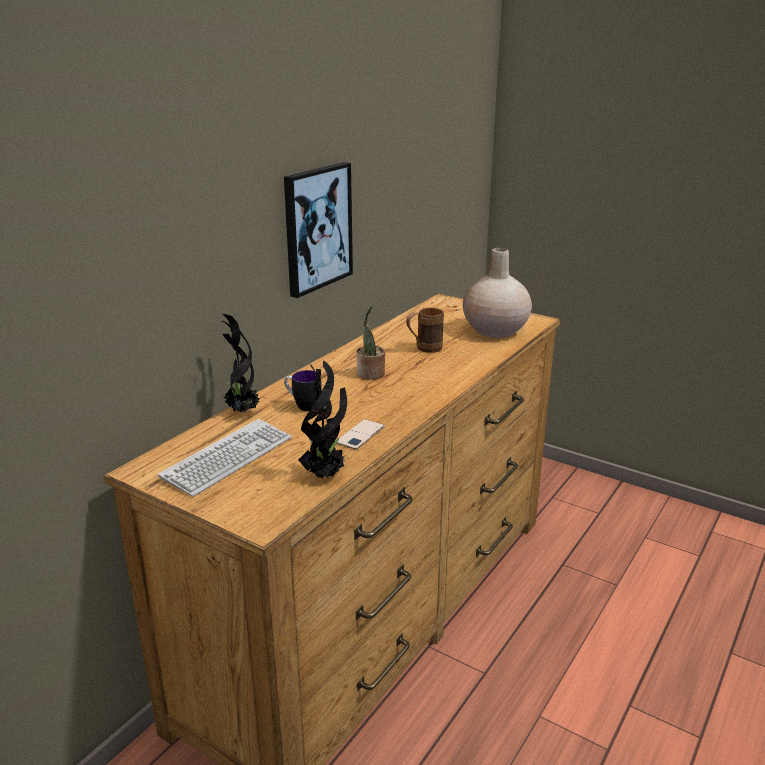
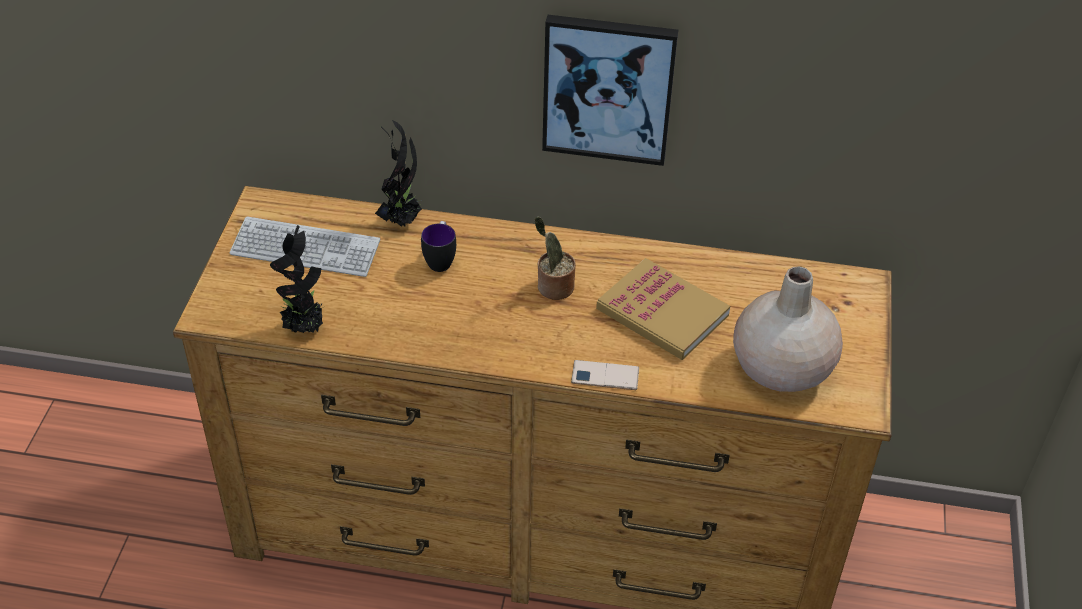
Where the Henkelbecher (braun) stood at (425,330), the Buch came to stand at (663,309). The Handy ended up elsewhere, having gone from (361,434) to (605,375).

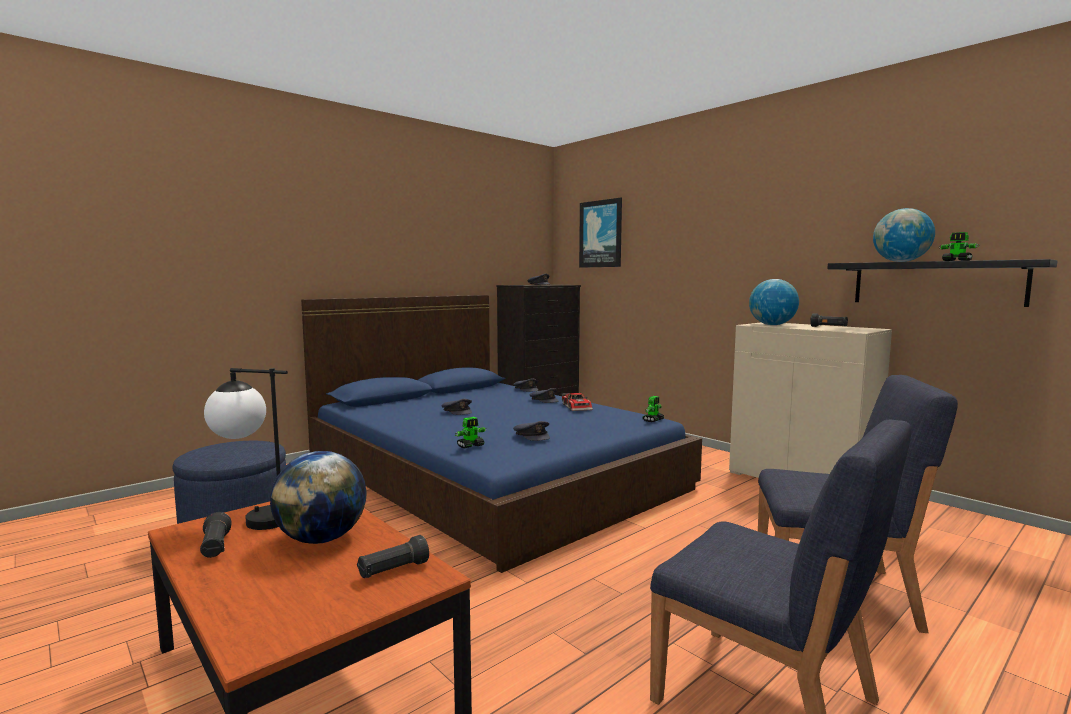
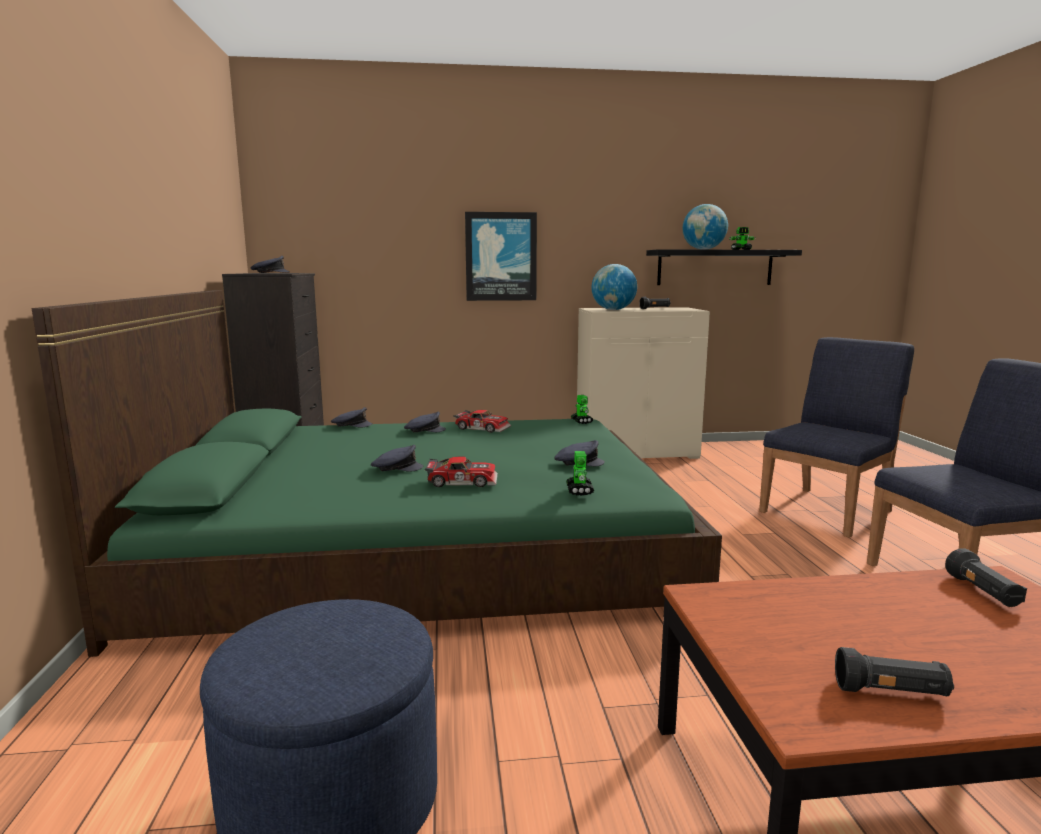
The Bild ended up elsewhere, having gone from (600,233) to (501,256). What was the Bett (blau) at (501,434) turned into the Bett (grün) at (377,473). The second view lost the Tischlampe at (246,449). The second view lost the Globus at (318,497). The second view gained the Spielzeugauto at (461,472).

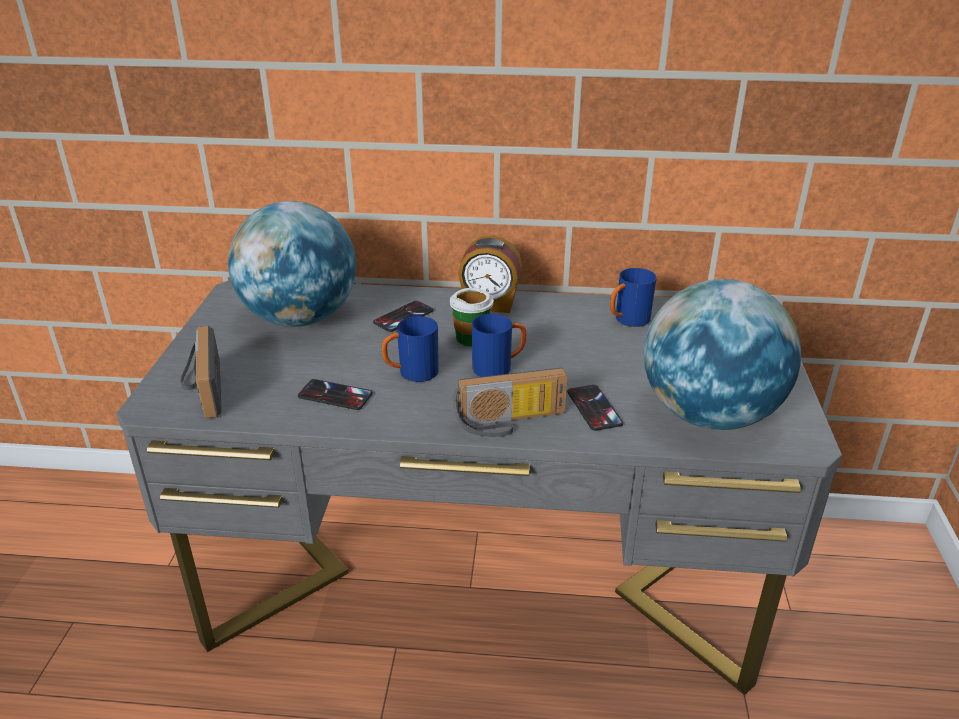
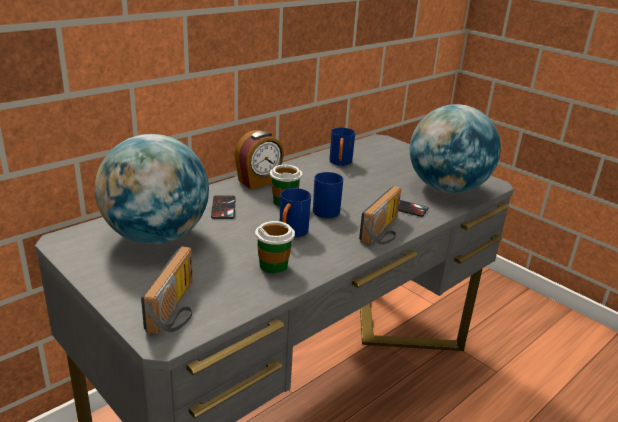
The Radio at (201,372) ended up facing another way, 105 degrees counterclockwise from before. Where the Handy stood at (335,394), the Tasse came to stand at (275,247).

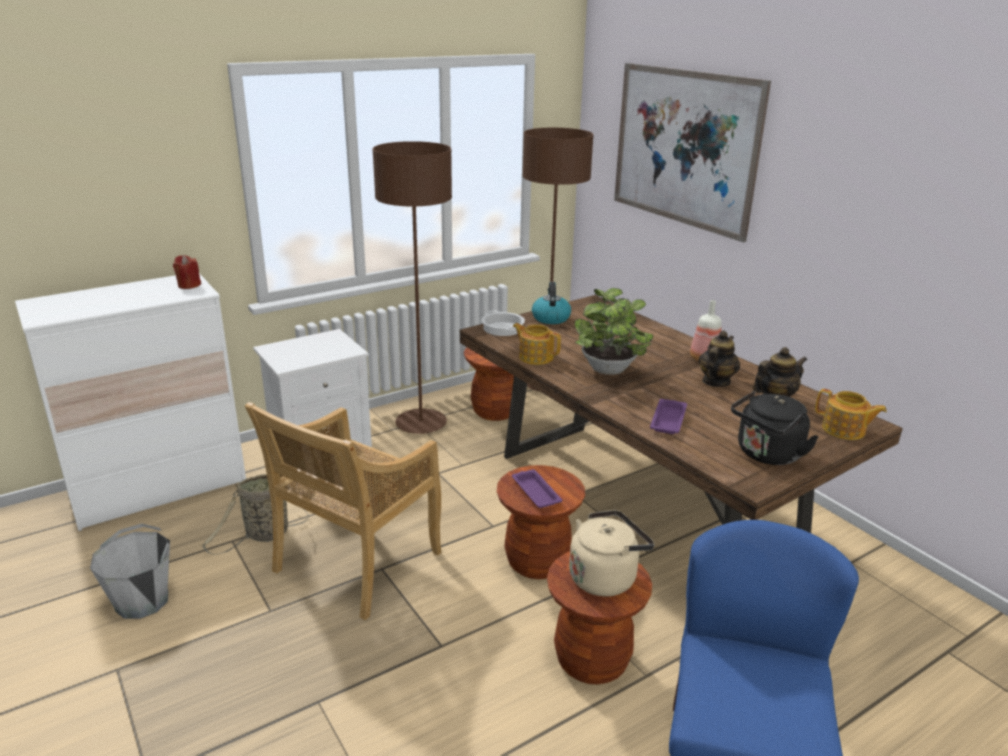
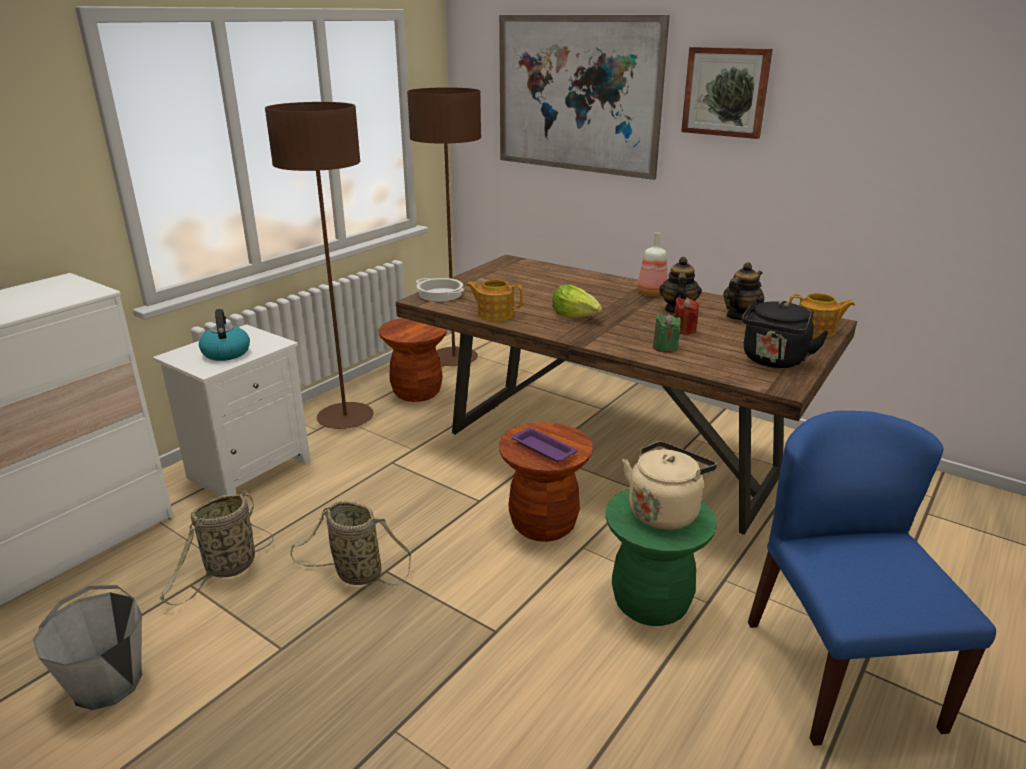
The Kerze (rot) ended up elsewhere, having gone from (187,272) to (686,316). The Wasserkessel ended up elsewhere, having gone from (551,303) to (224,335). Where the Topfpflanze stood at (613,331), the Salatkopf came to stand at (577,301). Where the Tablett (lila) stood at (668,416), the Kerze (grün) came to stand at (667,333). Where the Stuhl (beige) stood at (343,511), the Korb came to stand at (351,543). What was the Hocker (braun) at (599,618) turned into the Hocker (grün) at (661,557). The second view gained the Bild at (727,93).

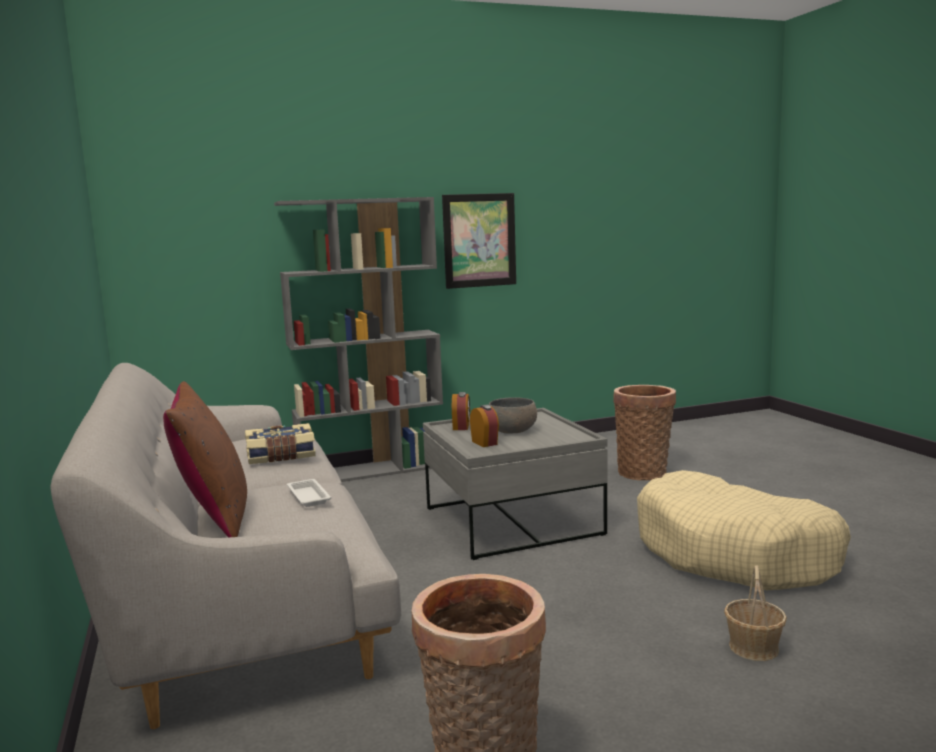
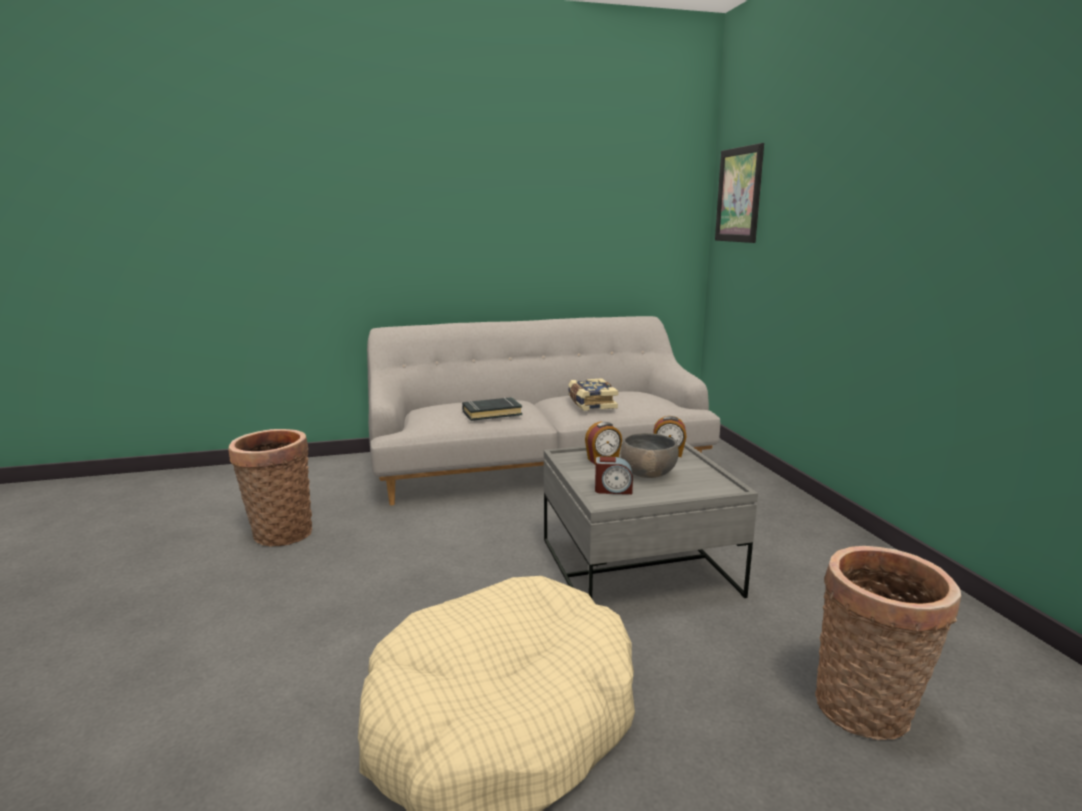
The Bild ended up elsewhere, having gone from (479,241) to (739,193). The second view lost the Bücherregal (grau) at (358,339). The second view lost the Kissen (braun) at (205,459). Where the Tablett (weiß) stood at (309,493), the Buch (schwarz) came to stand at (492,409). The second view lost the Korb at (755,613). The second view gained the Wecker at (614,475).

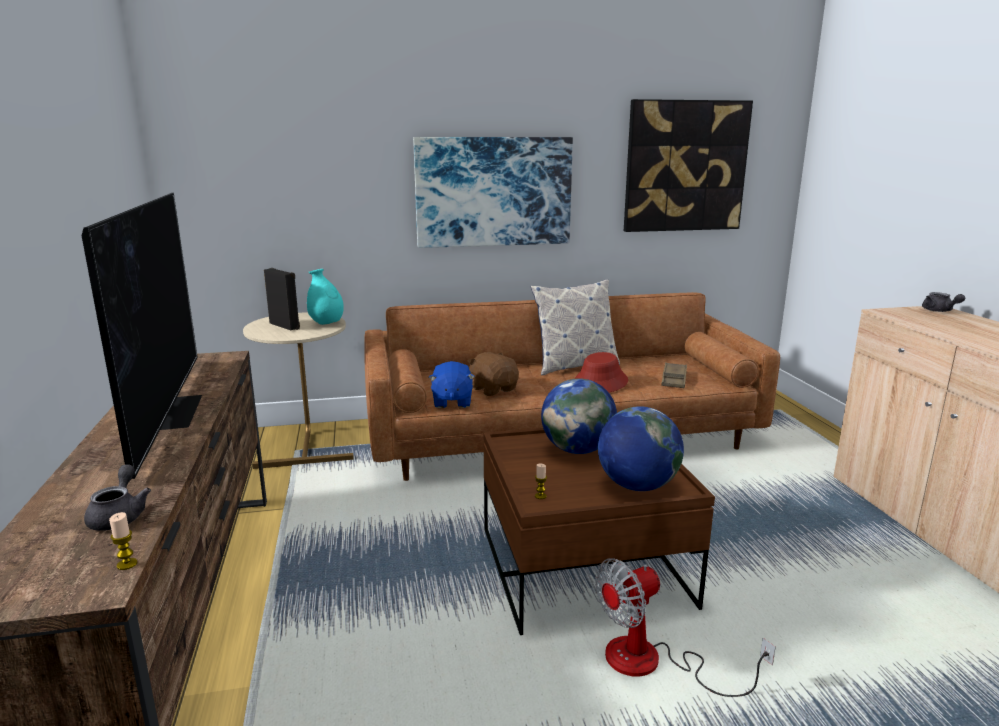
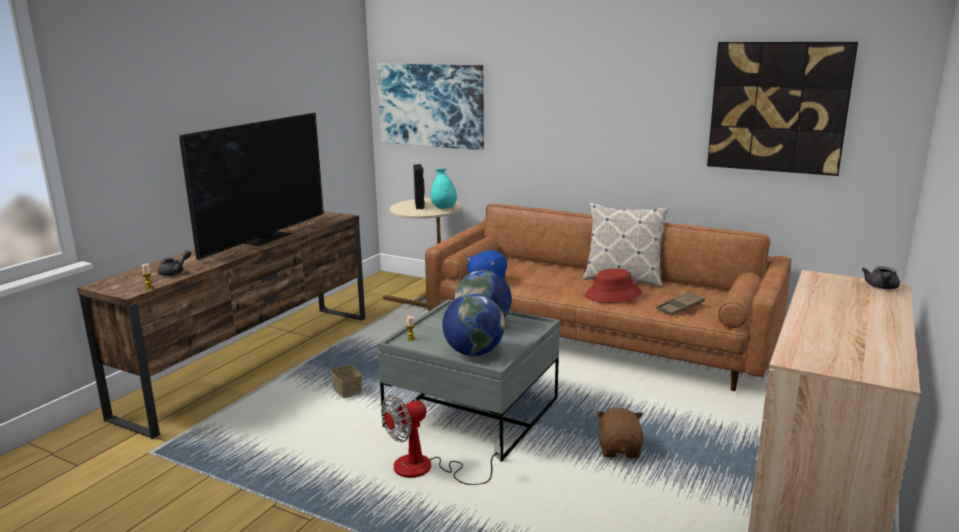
The Bild ended up elsewhere, having gone from (493,192) to (430,107). The Plüschtier (braun) ended up elsewhere, having gone from (493,374) to (620,433). What was the Couchtisch (braun) at (599,531) turned into the Couchtisch (grau) at (468,380). The Ventilator at (685,627) ended up facing another way, 45 degrees counterclockwise from before. The second view gained the Korb at (345,369).

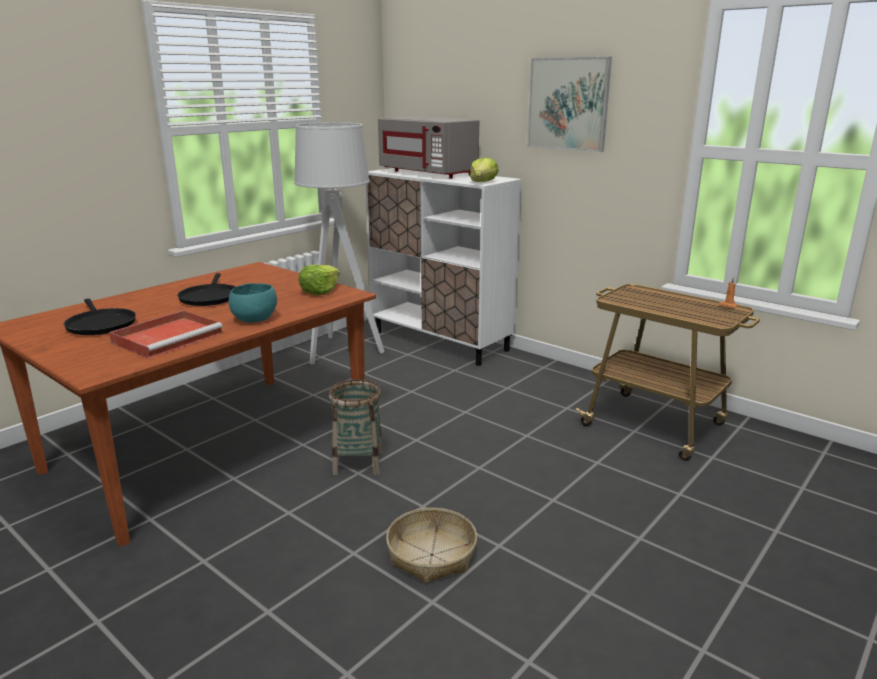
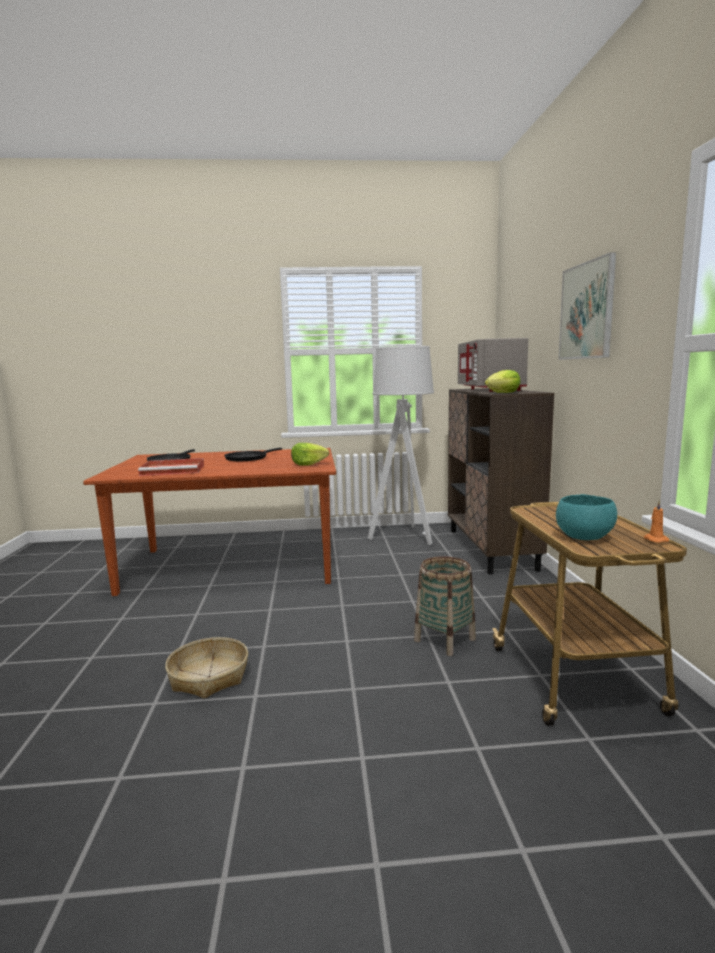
What was the Schrank (weiß) at (444,267) turned into the Schrank (braun) at (501,481). The Schüssel (türkis) ended up elsewhere, having gone from (253,303) to (586,517). The Korb ended up elsewhere, having gone from (356,427) to (445,606).

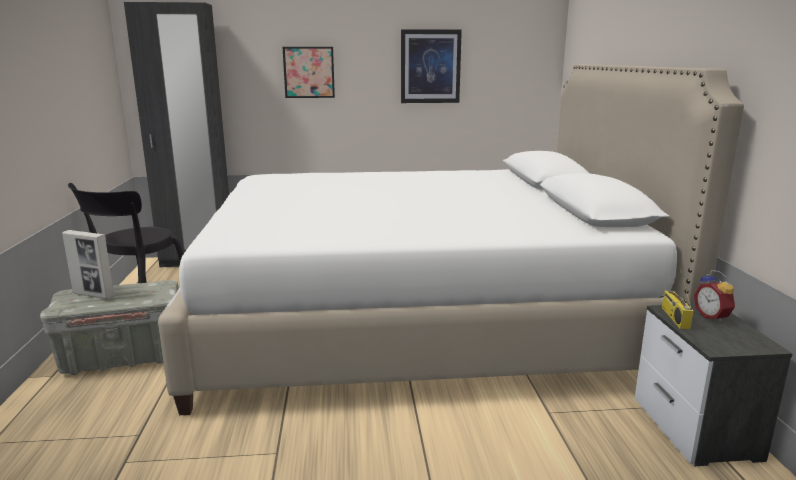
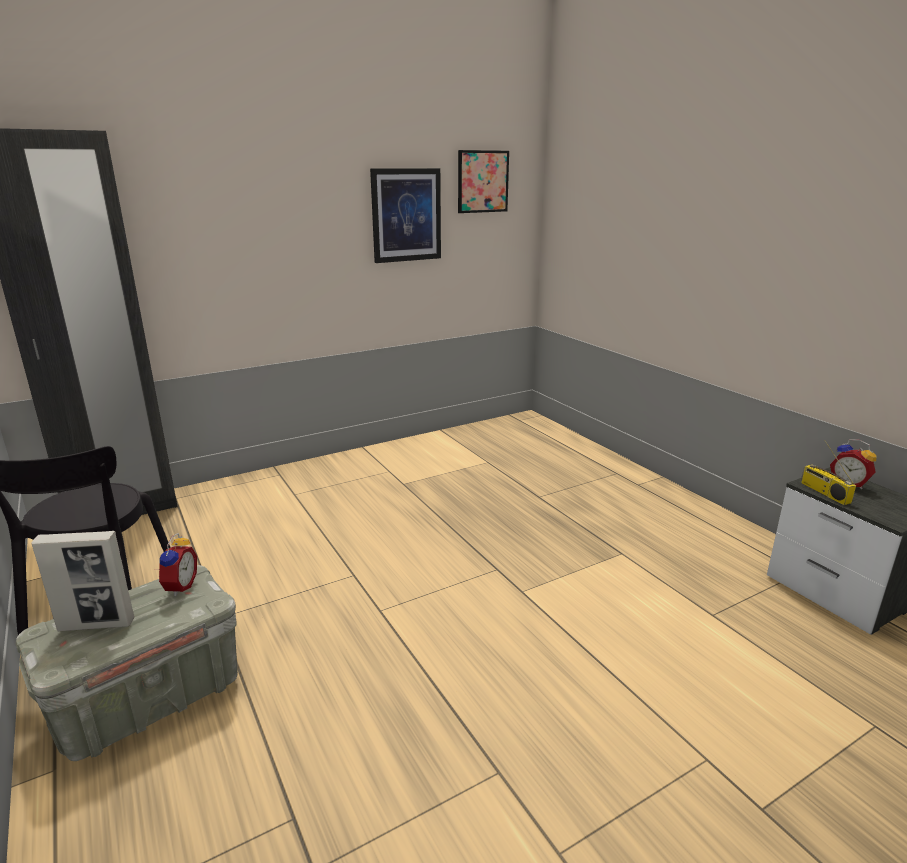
The Bild ended up elsewhere, having gone from (309,72) to (483,181). The second view lost the Bett (weiß) at (451,239). The second view gained the Wecker at (176,564).

